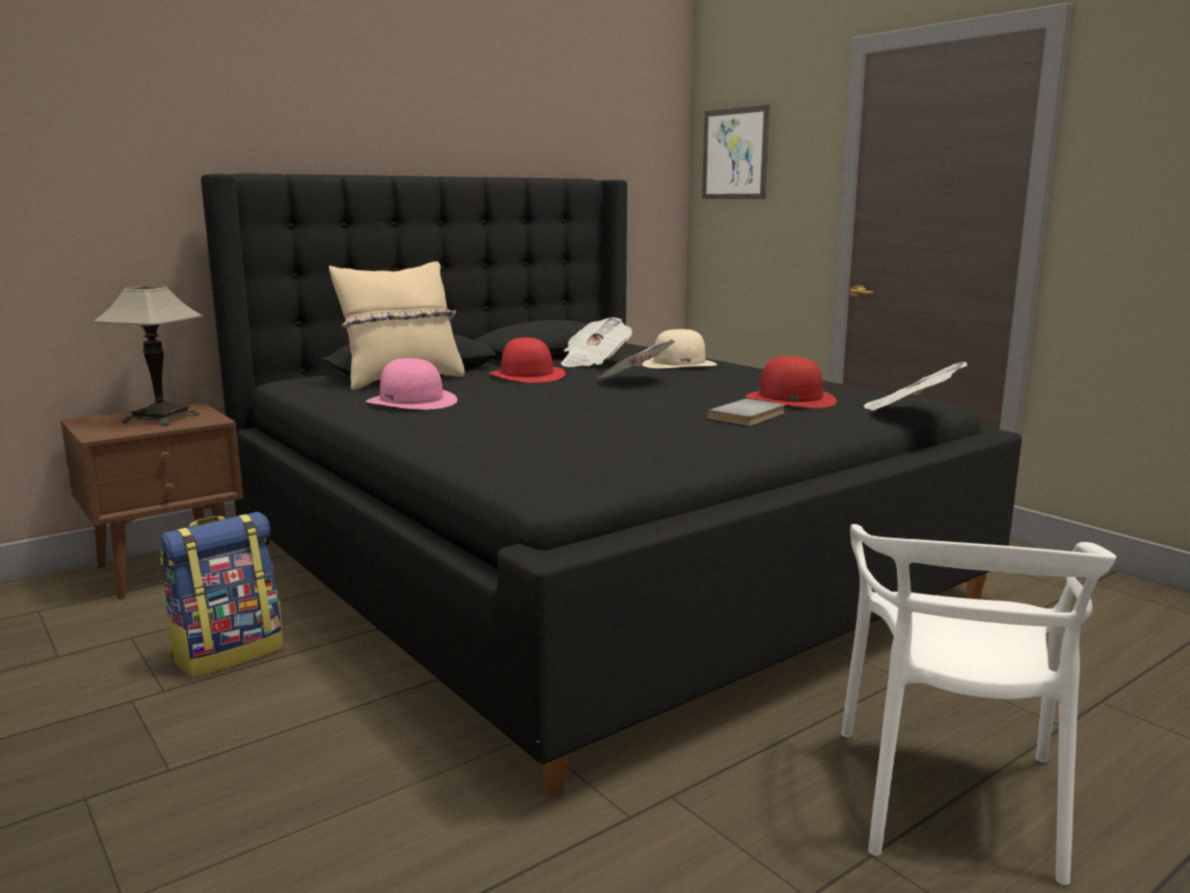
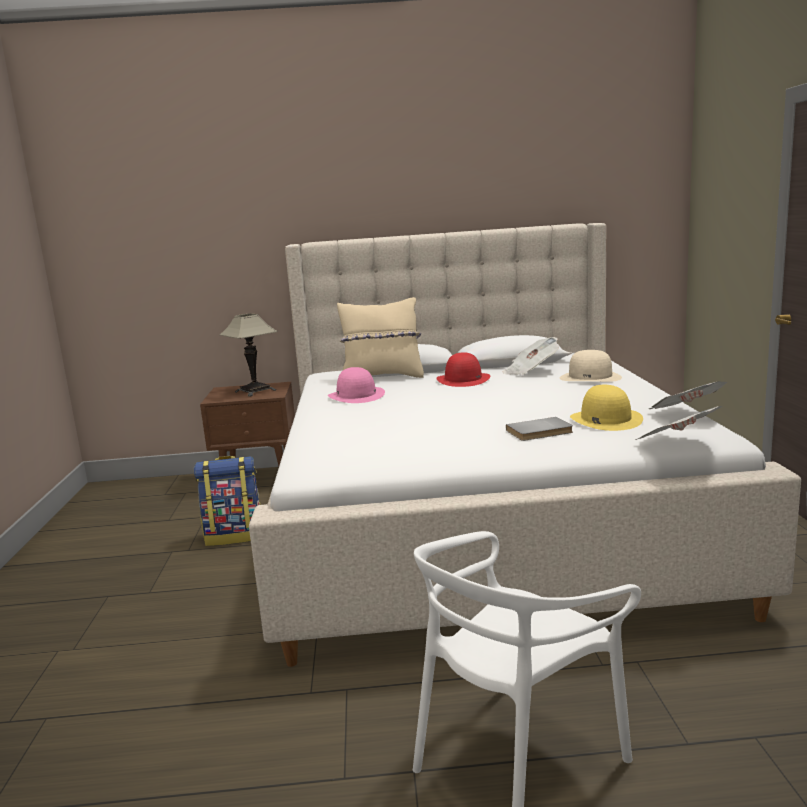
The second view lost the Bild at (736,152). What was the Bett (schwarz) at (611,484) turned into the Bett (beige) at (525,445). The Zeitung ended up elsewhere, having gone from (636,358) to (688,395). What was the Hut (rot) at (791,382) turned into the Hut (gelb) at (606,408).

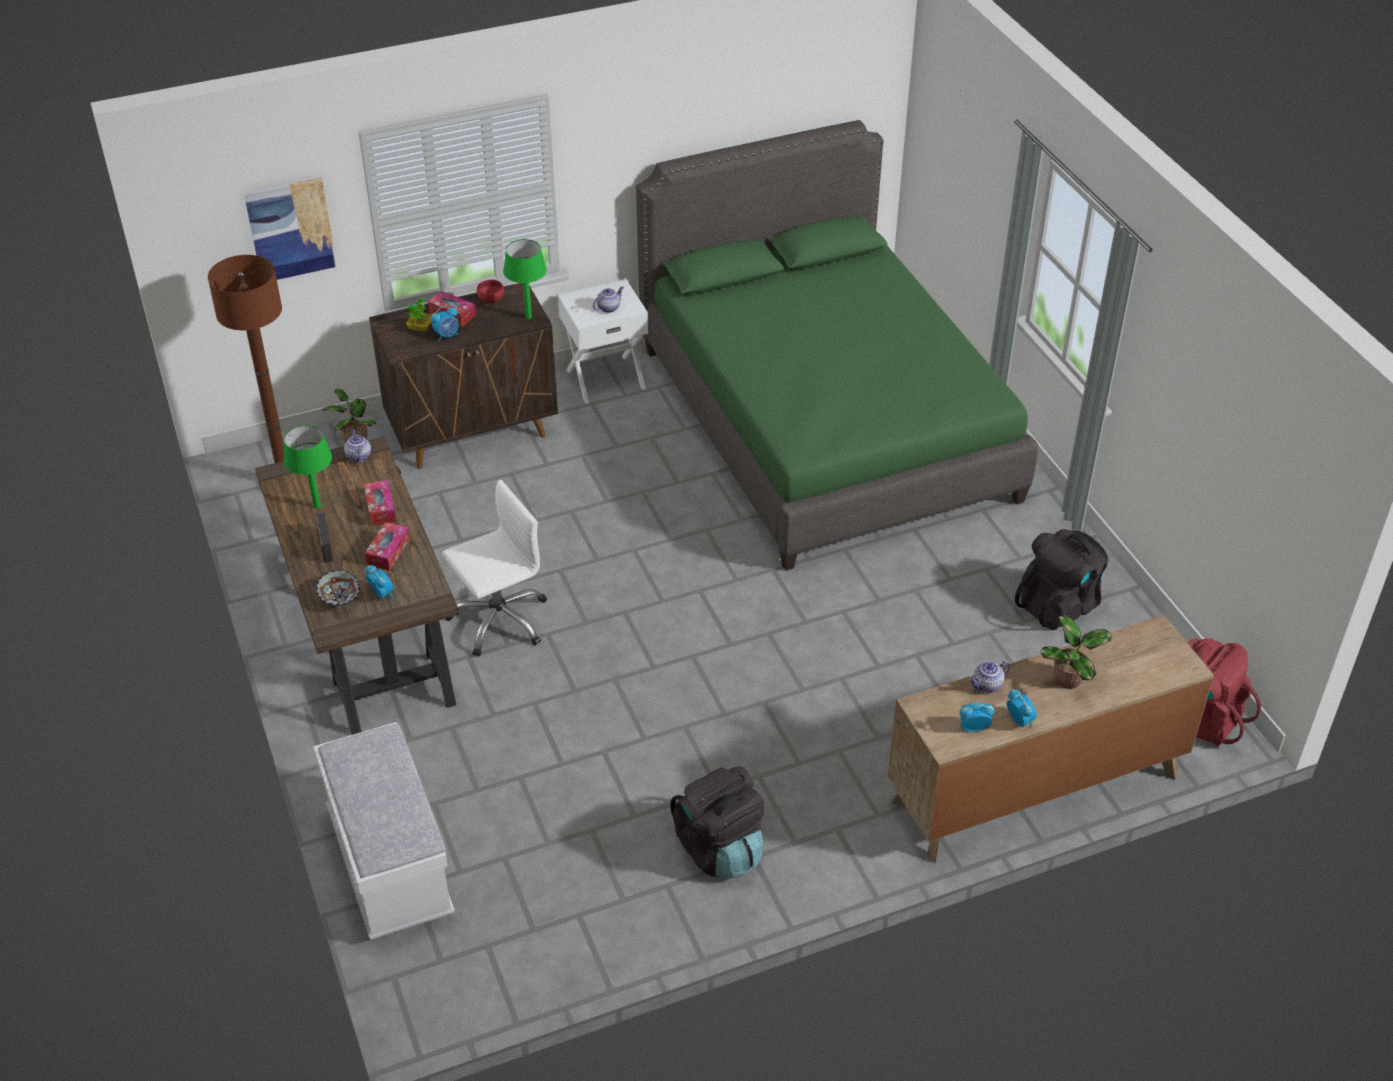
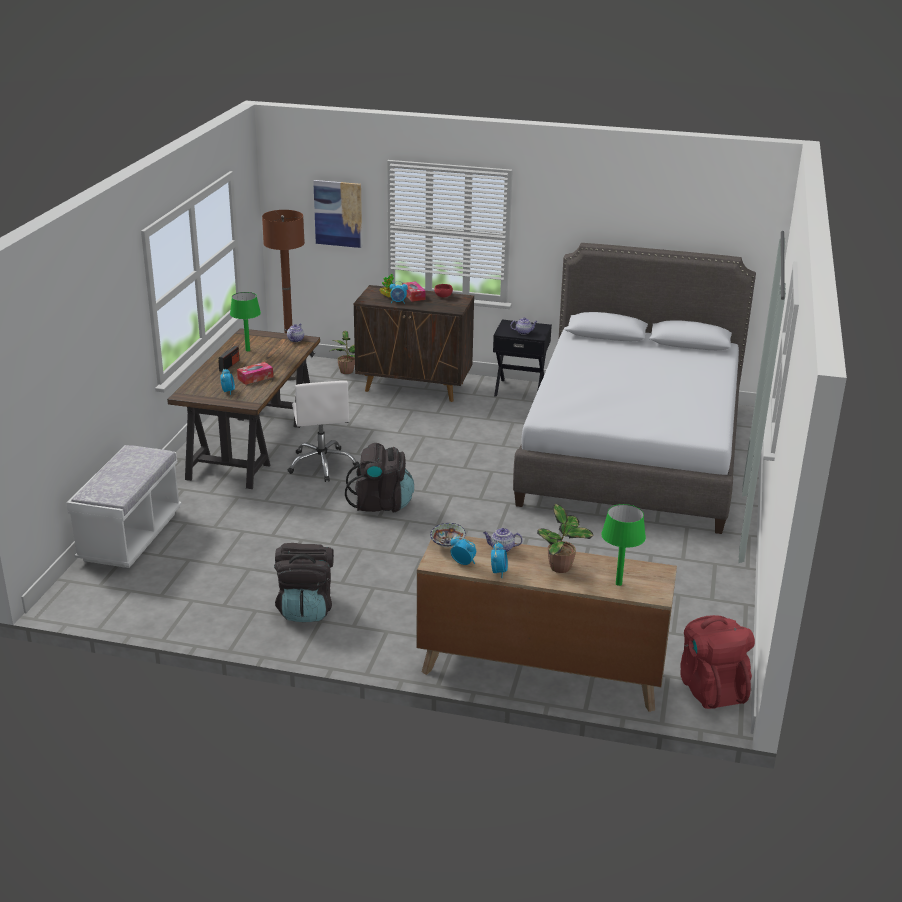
What was the Bett (grün) at (837,345) turned into the Bett (grau) at (634,388). The Tischlampe (grün) ended up elsewhere, having gone from (525,279) to (623,545). What was the Nachttisch (weiß) at (603,341) turned into the Nachttisch (schwarz) at (522,358). The Bürostuhl (weiß) at (494,567) ended up facing another way, 75 degrees clockwise from before. The second view lost the Taschentuchbox at (380,503). The Rucksack (schwarz) ended up elsewhere, having gone from (1061,579) to (379,478). The Schüssel ended up elsewhere, having gone from (338,588) to (448,535).

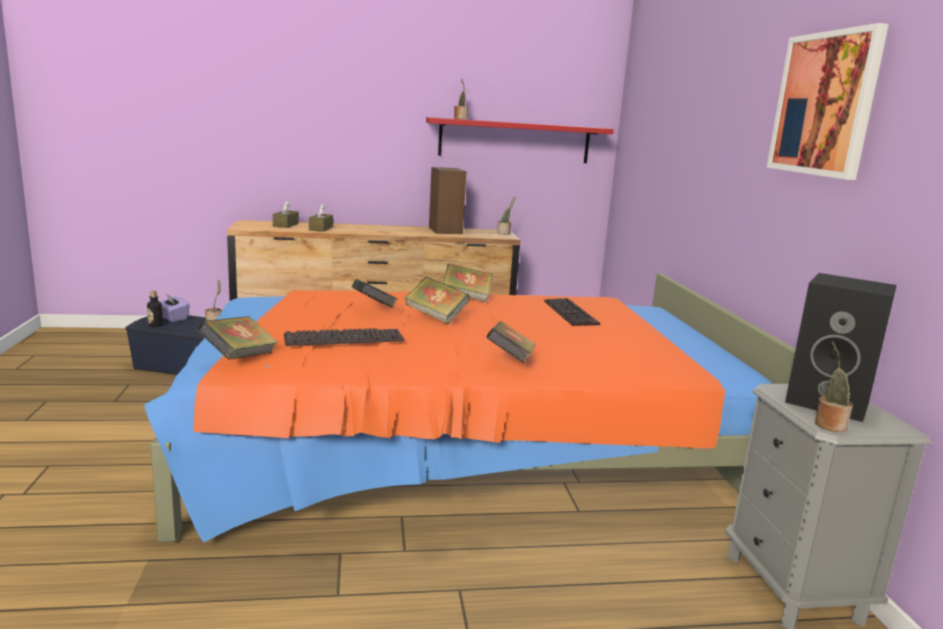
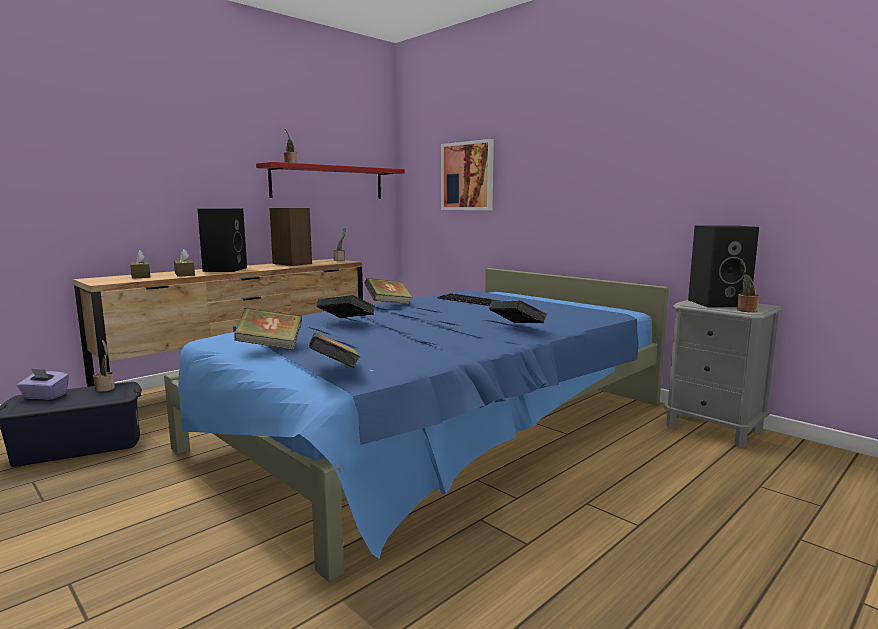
The Bild ended up elsewhere, having gone from (828,101) to (467,174). What was the Bett (orange) at (470,407) turned into the Bett (blau) at (416,425). The Buch ended up elsewhere, having gone from (437,300) to (268,329). The second view lost the Flasche at (155,309). The second view lost the Tastatur at (344,337). The second view gained the Lautsprecher (schwarz) at (222,240).

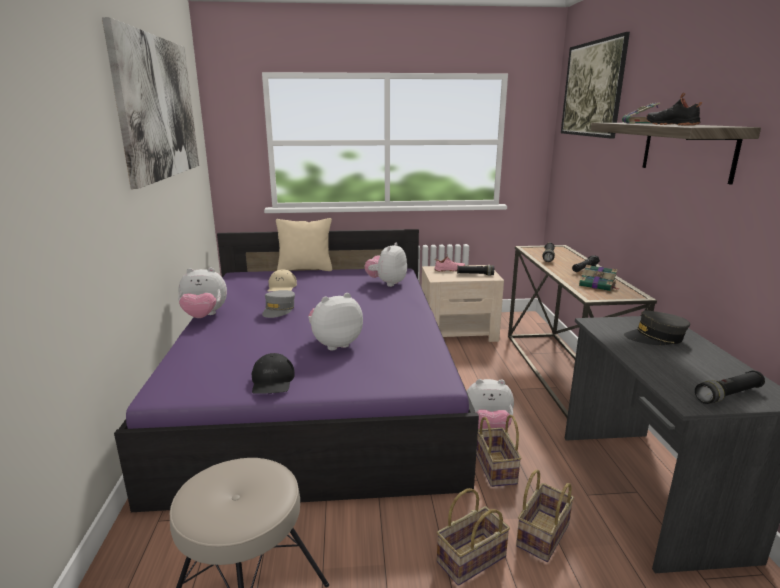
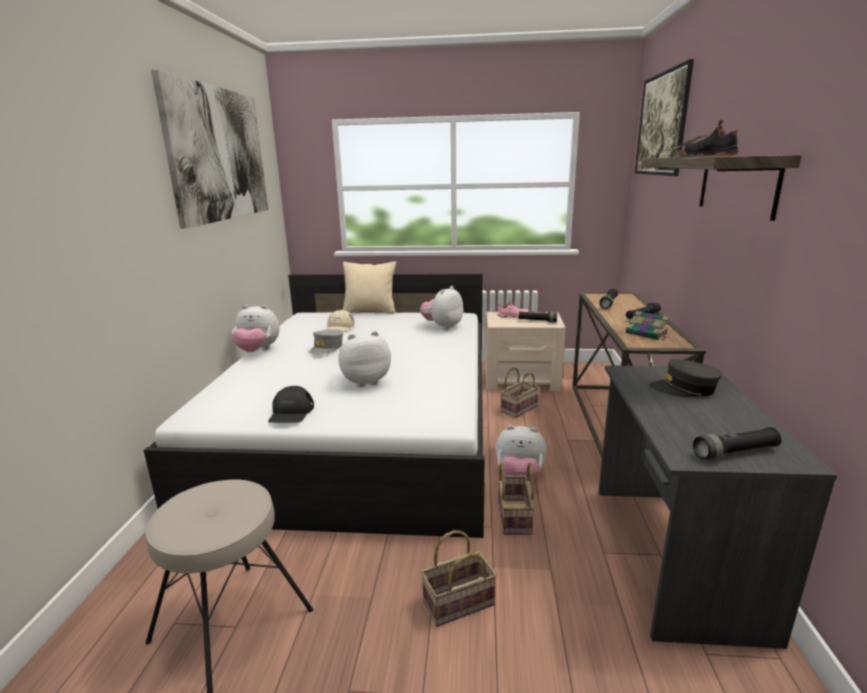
What was the Bett (lila) at (296,370) turned into the Bett (weiß) at (314,406). The Korb ended up elsewhere, having gone from (545,516) to (520,392).

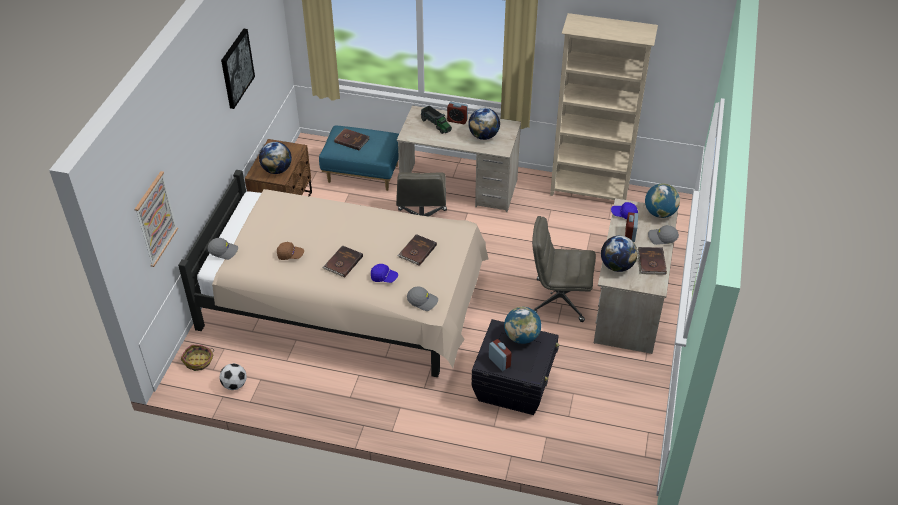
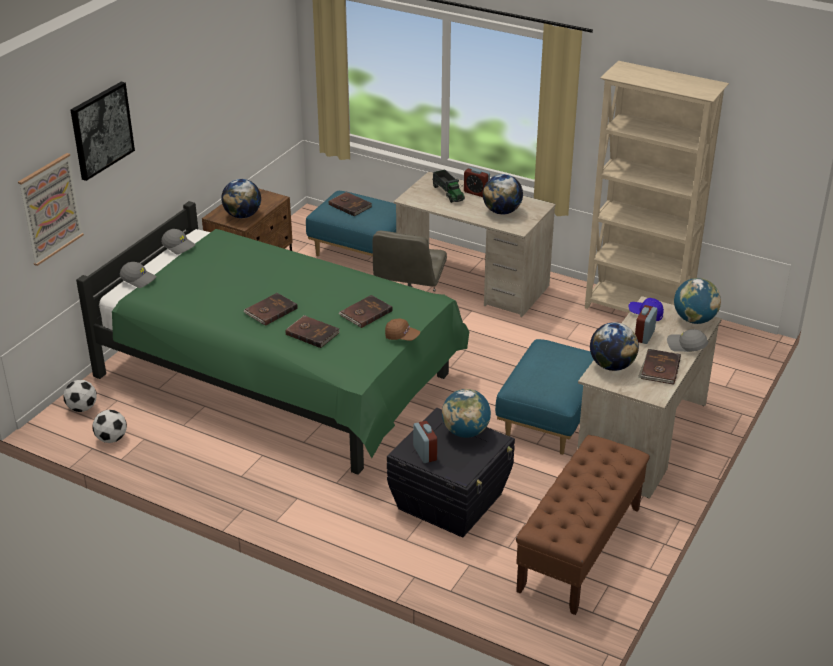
The Bild ended up elsewhere, having gone from (238,69) to (103,131). What was the Bett (beige) at (333,273) turned into the Bett (grün) at (272,338). Where the Bürostuhl (grau) stood at (564,269), the Polsterhocker (blau) came to stand at (544,397). The Kappe (braun) ended up elsewhere, having gone from (290,251) to (402,330). Where the Kappe (blau) stood at (384,273), the Buch (braun) came to stand at (312,331). The Kappe (grau) ended up elsewhere, having gone from (422,299) to (178,242). Where the Korb stood at (197,358), the Fußball came to stand at (80,396). The second view gained the Bank (braun) at (583,525).

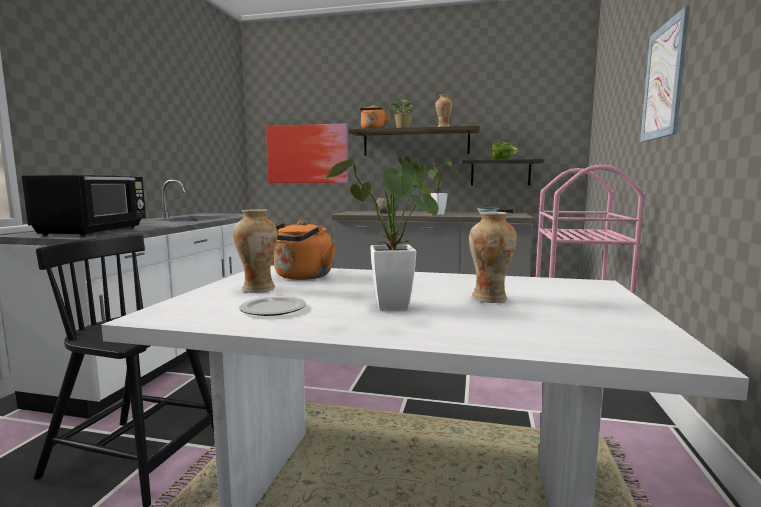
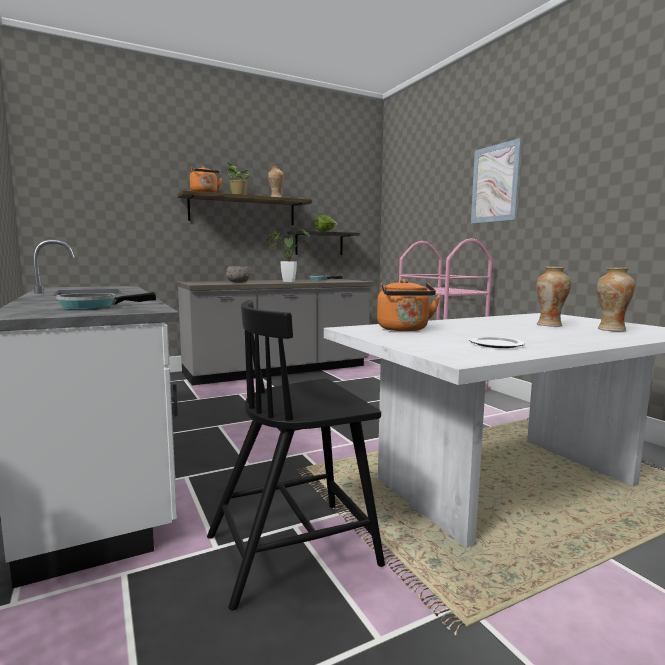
The second view lost the Bild at (307,153). The second view lost the Topfpflanze at (382,232). Where the Mikrowelle (schwarz) stood at (84,205), the Pfanne came to stand at (106,300). The Vase ended up elsewhere, having gone from (255,251) to (616,300).

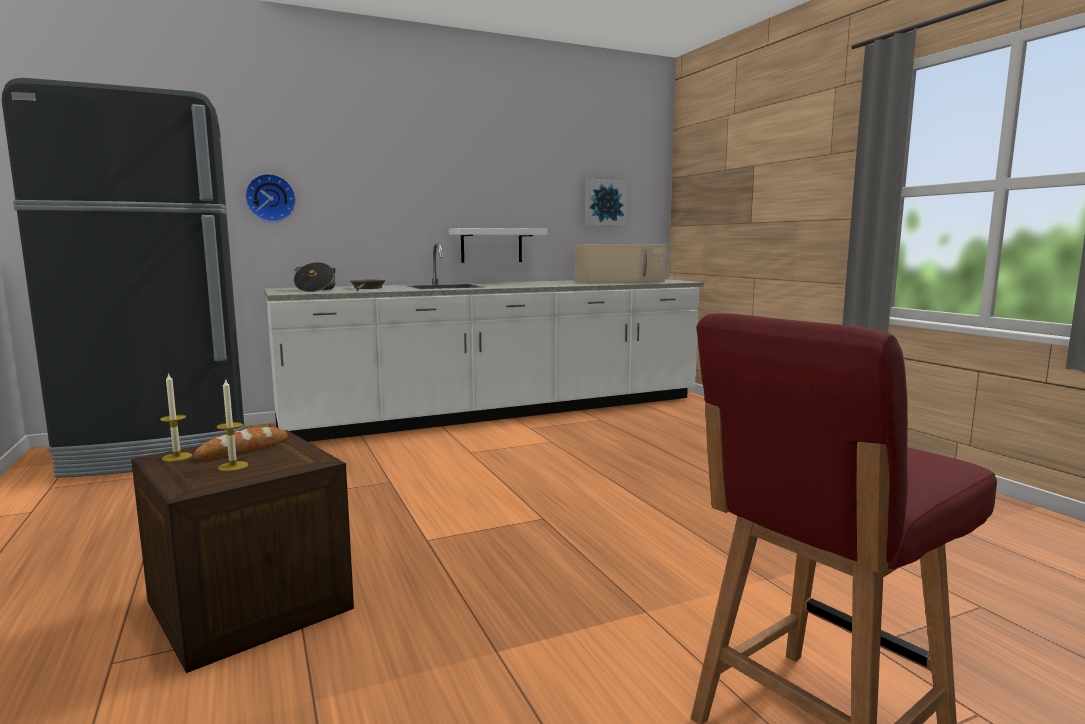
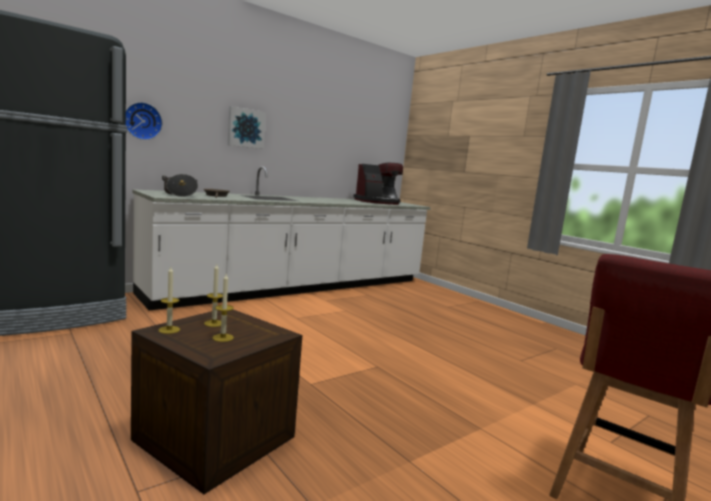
The Bild ended up elsewhere, having gone from (606,202) to (247,127). The second view lost the Wandregal (weiß) at (498,245). Where the Mikrowelle (beige) stood at (620,263), the Kaffeemaschine came to stand at (378,184). Where the Brot stood at (240,443), the Kerze came to stand at (213,295).

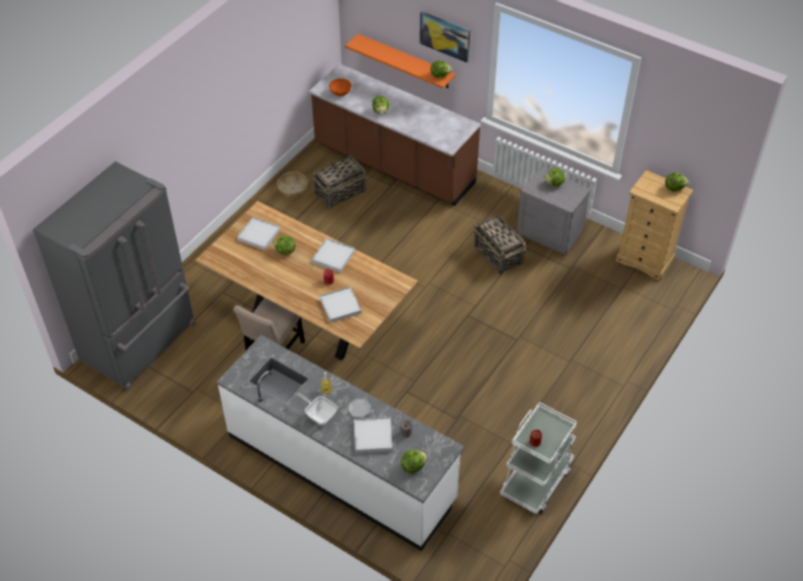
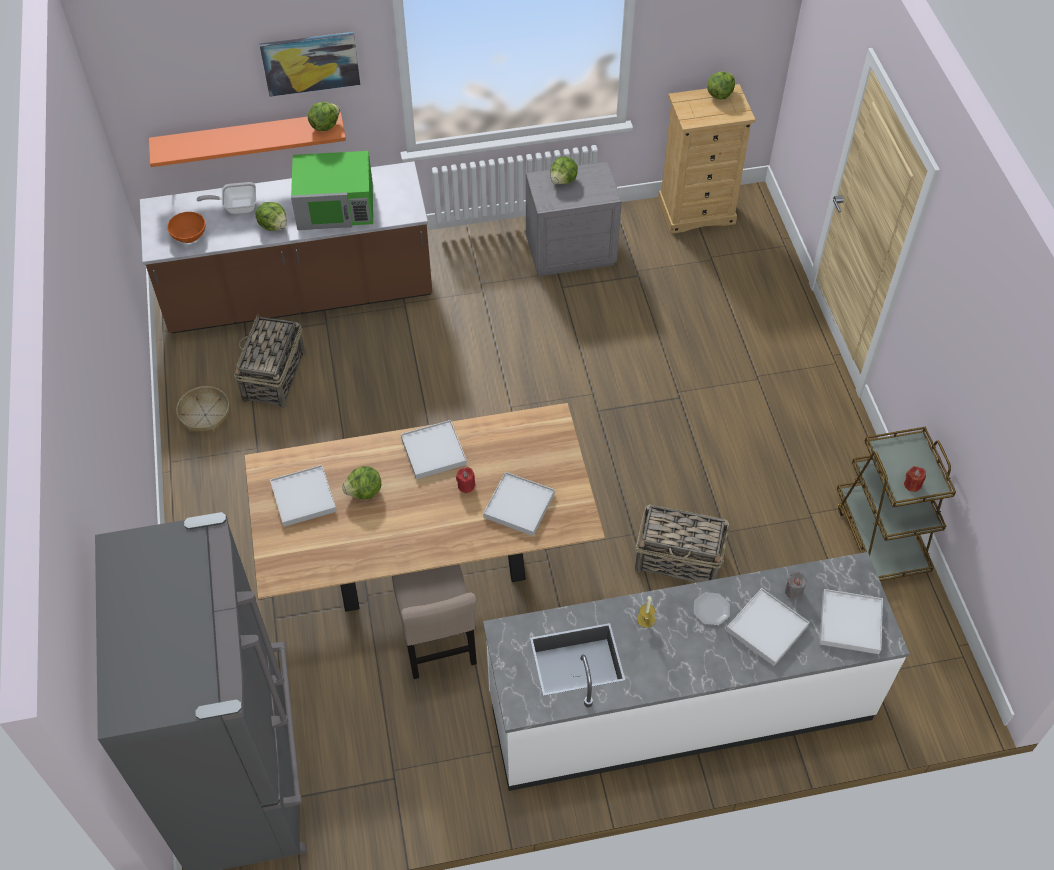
The Korb ended up elsewhere, having gone from (500,245) to (682,543). The Pfanne ended up elsewhere, having gone from (317,408) to (226,198). What was the Rollwagen (weiß) at (538,458) turned into the Rollwagen (braun) at (896,504). Where the Salatkopf stood at (414,462), the Tablett (weiß) came to stand at (851,621). The second view gained the Mikrowelle (grün) at (332,190).

